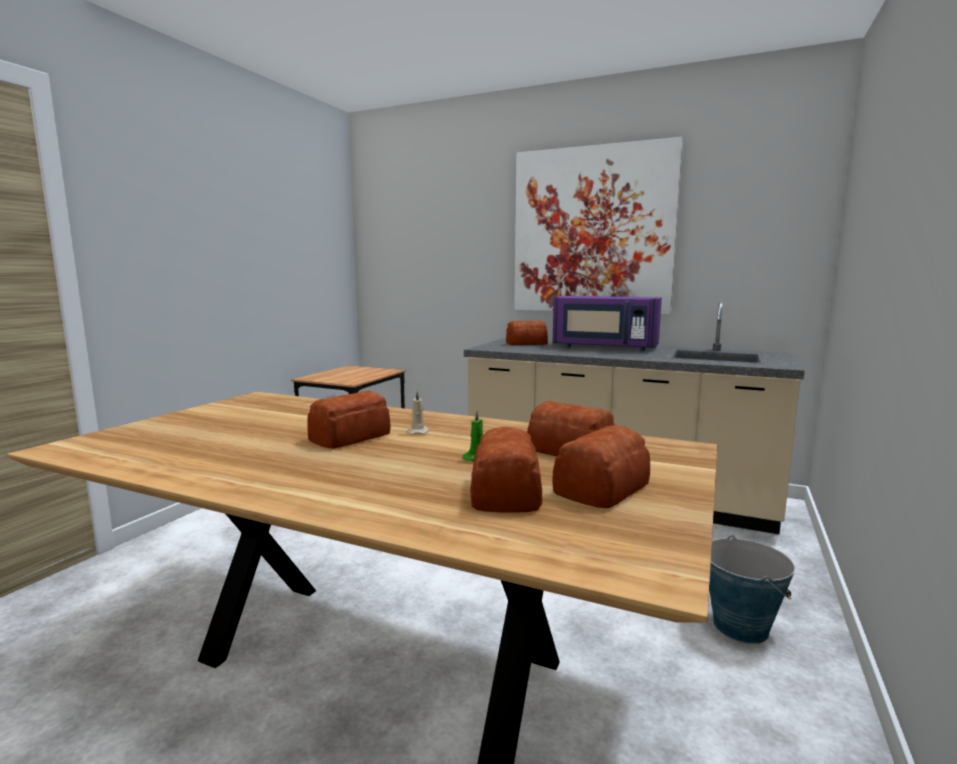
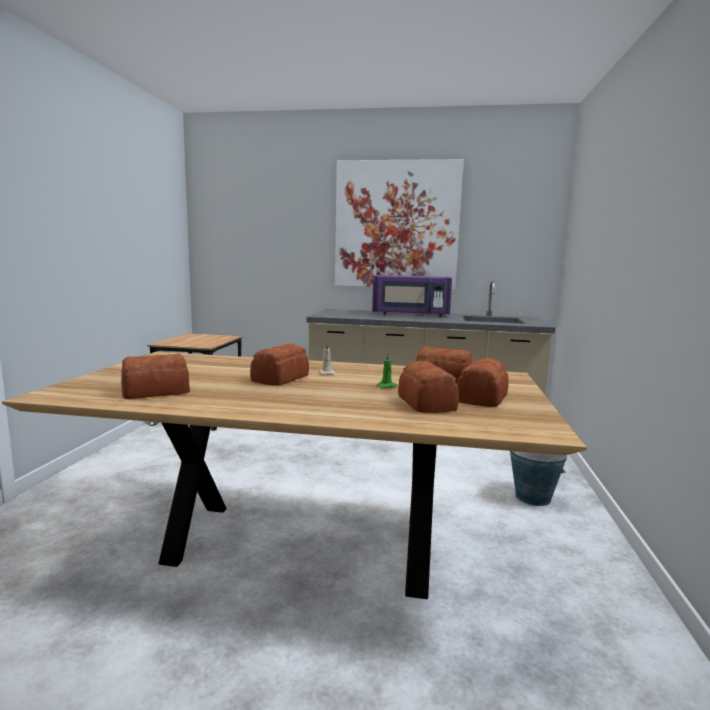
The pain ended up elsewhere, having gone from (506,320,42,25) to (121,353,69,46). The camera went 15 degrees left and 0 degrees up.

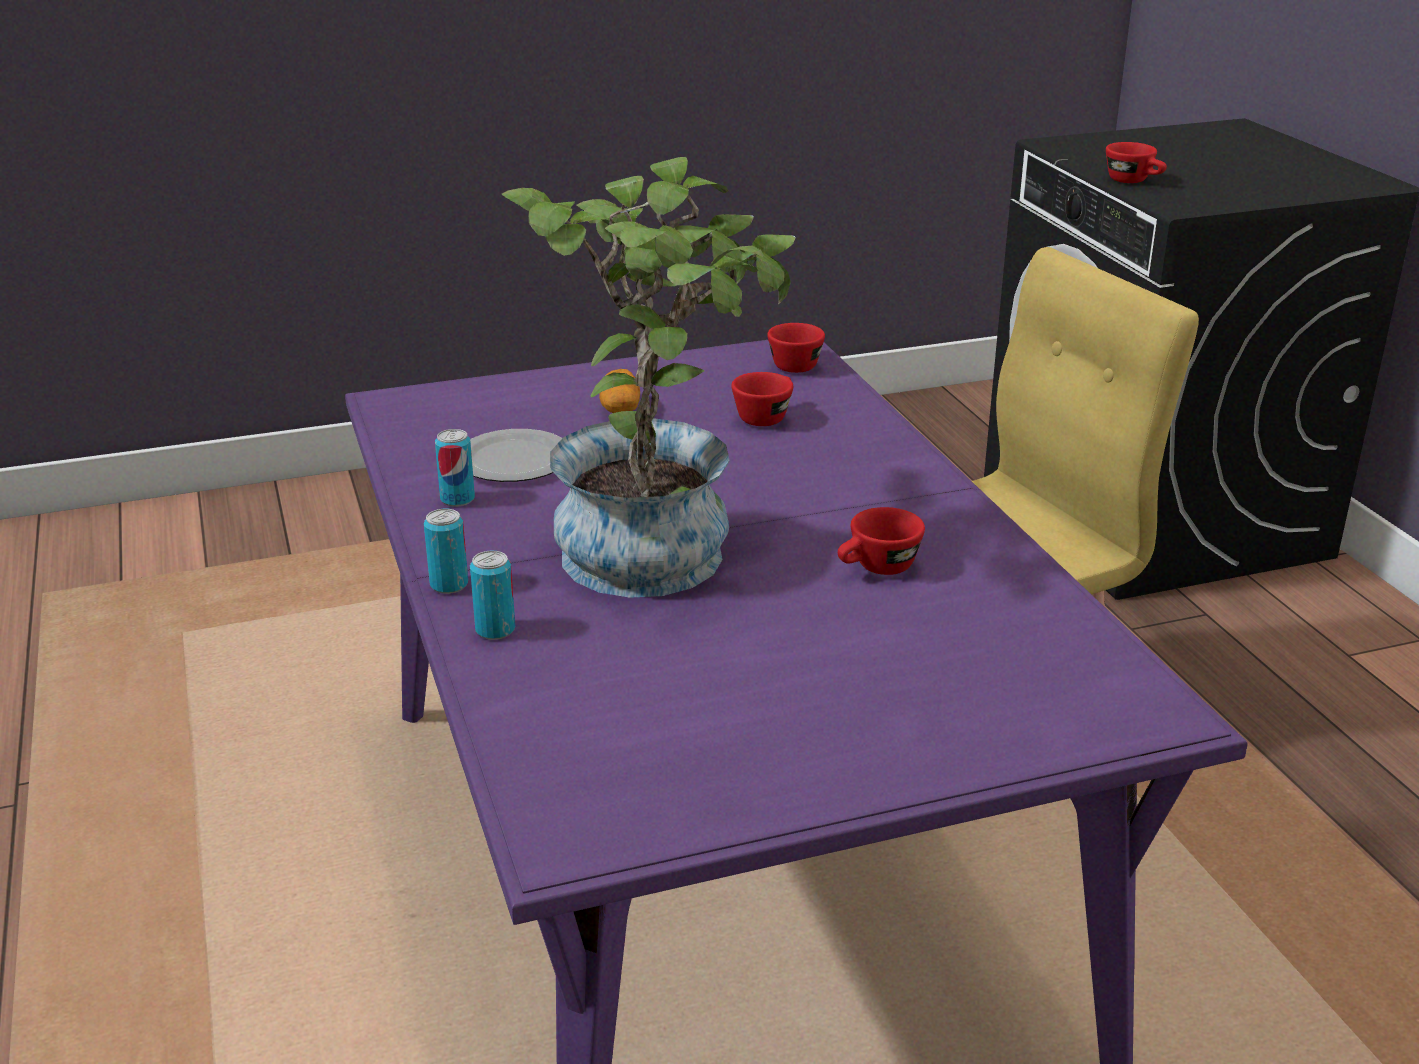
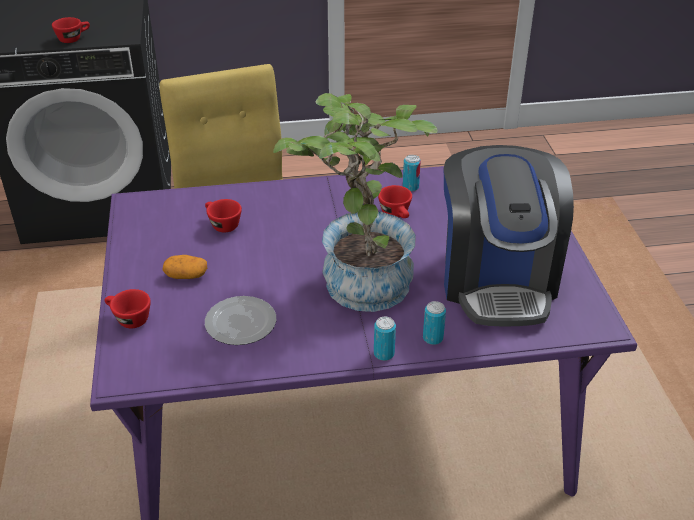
The boîte métallique ended up elsewhere, having gone from (435,429,40,78) to (403,155,18,36). The tasse [rouge] ended up elsewhere, having gone from (767,323,58,50) to (104,289,47,39). The second view gained the machine à café at (444,145,130,181). The camera went 80 degrees left and 10 degrees up.

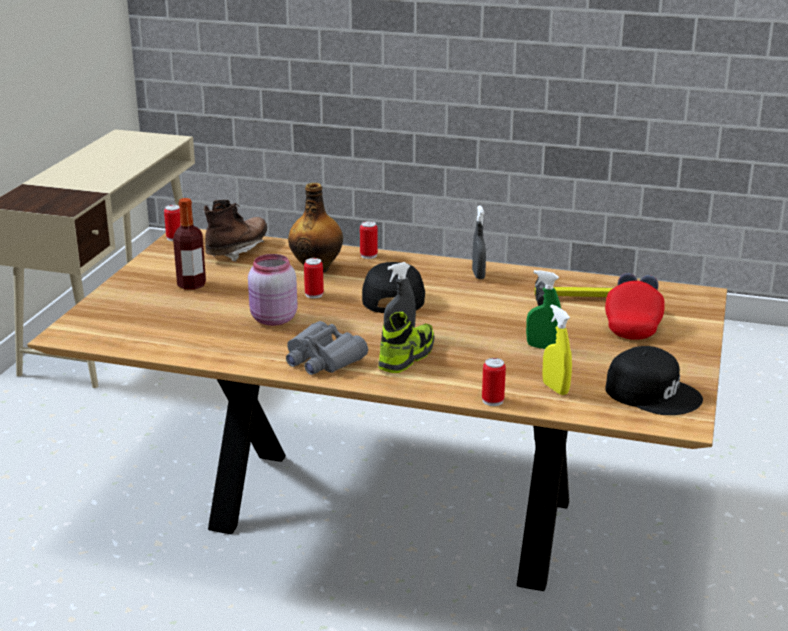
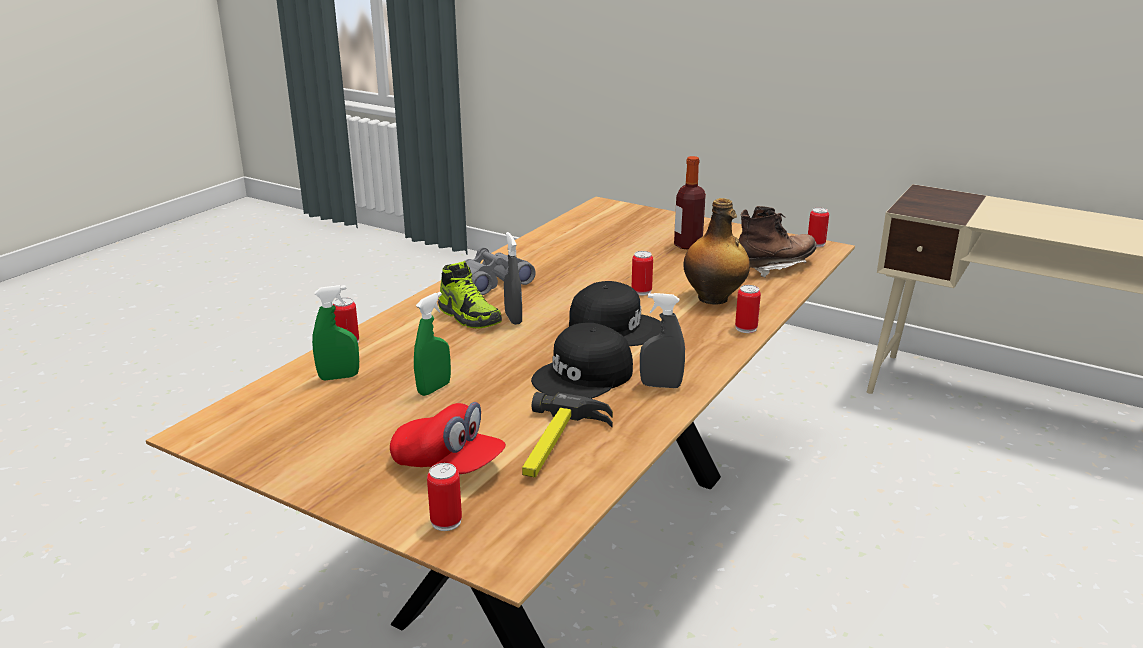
The botte [marron] at (204,200,63,62) ended up facing another way, 75 degrees counterclockwise from before. The second view lost the bocal [rose] at (248,254,49,72). What was the vaporisateur [jaune] at (542,304,30,91) turned into the vaporisateur [vert] at (312,285,47,95). The casquette [noir] ended up elsewhere, having gone from (605,346,98,69) to (531,323,102,76). The second view gained the boîte métallique at (427,463,35,68). The camera went 105 degrees right and 0 degrees up.

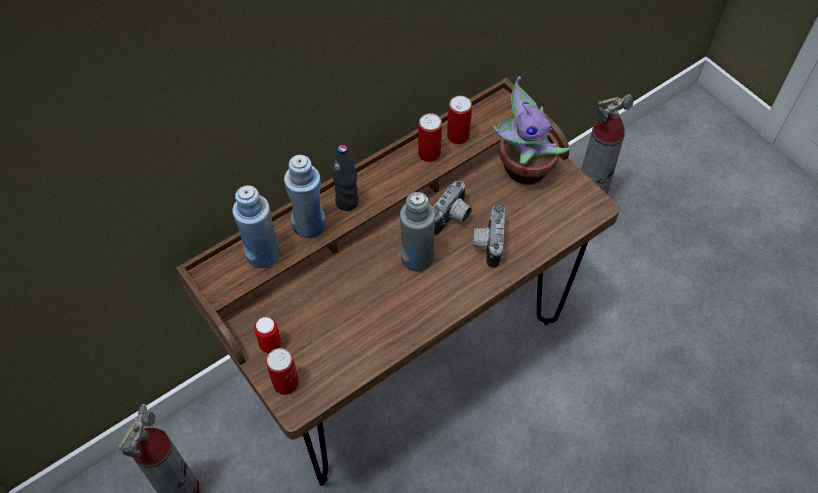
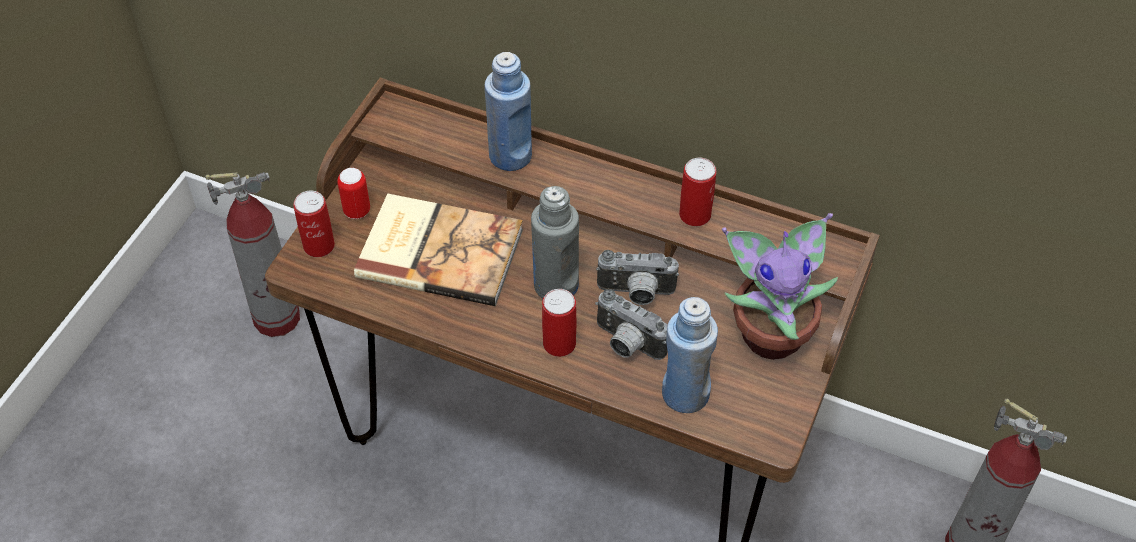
The bouteille [bleu] ended up elsewhere, having gone from (232,185,48,83) to (662,297,56,116). The second view lost the bouteille [noir] at (332,145,27,66). The boîte métallique ended up elsewhere, having gone from (447,96,25,48) to (542,289,34,68). The appareil photo at (472,204,33,64) ended up facing another way, 120 degrees counterclockwise from before. The second view gained the livre at (354,193,169,113). The camera went 60 degrees right and 5 degrees down.

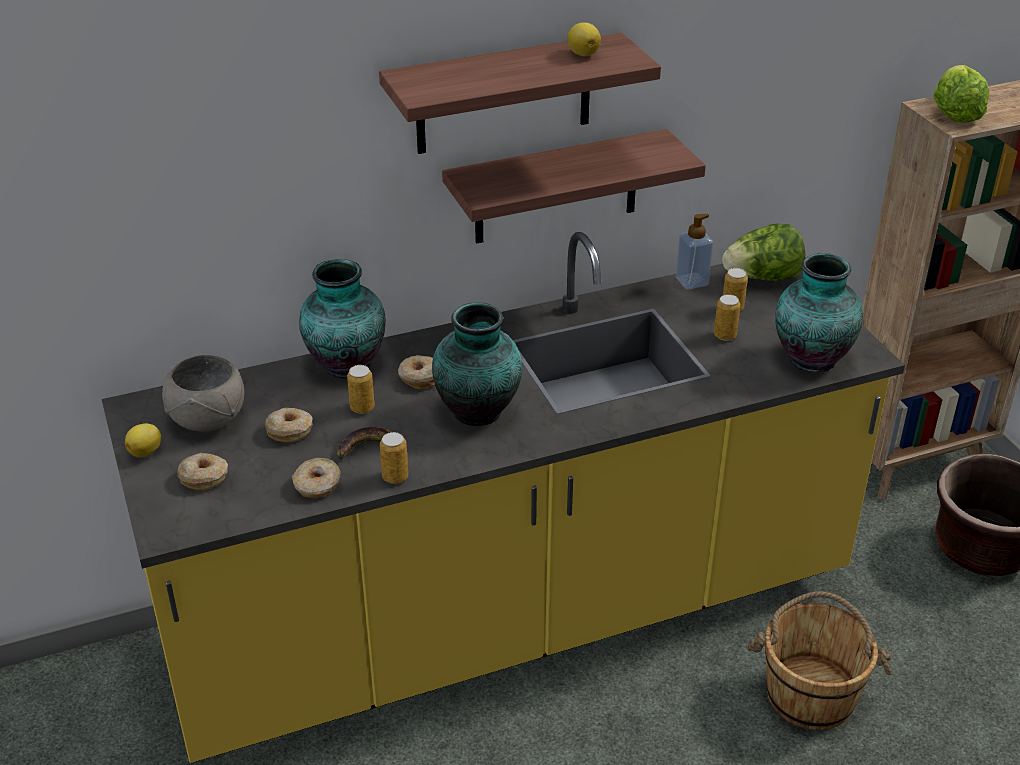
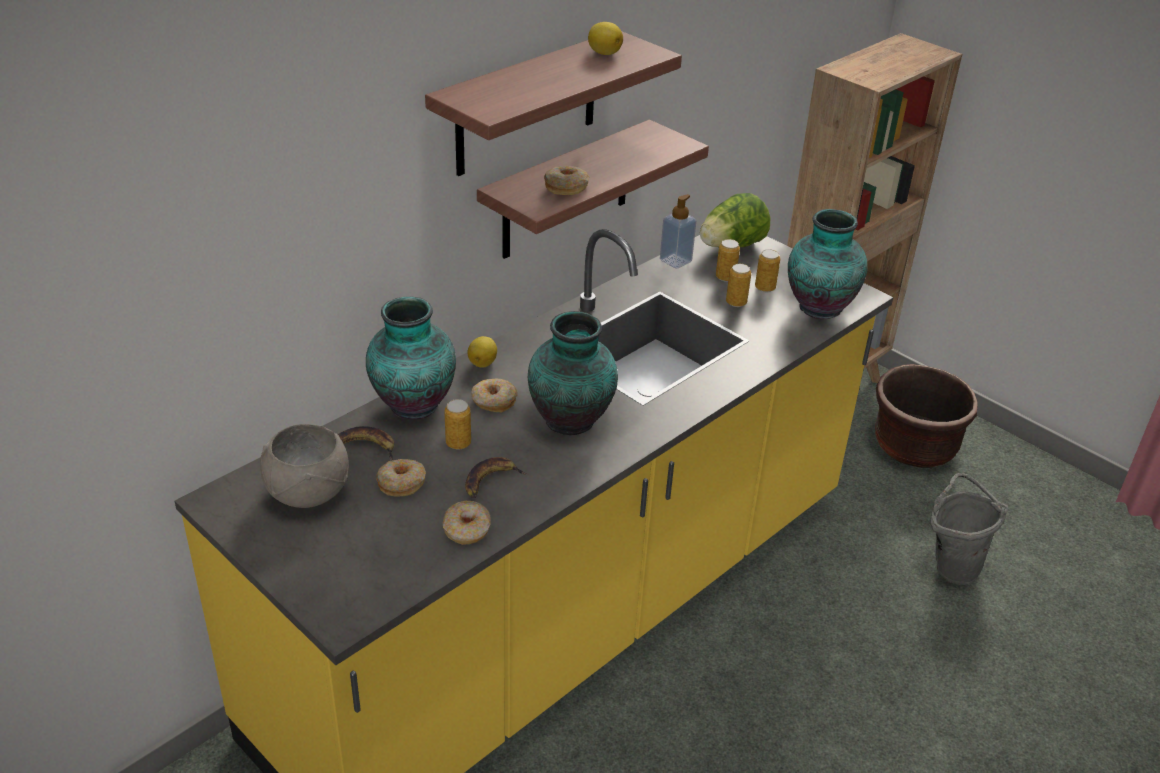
The citron ended up elsewhere, having gone from (125,423,36,35) to (467,336,30,32). The beignet ended up elsewhere, having gone from (177,453,51,37) to (544,165,45,30). The boîte métallique ended up elsewhere, having gone from (380,432,28,52) to (755,249,25,43). The second view lost the seau [marron] at (746,591,146,139). The second view lost the laitue at (934,65,55,58). The second view gained the banane at (338,426,56,34). The second view gained the seau [gris] at (930,473,78,112). The camera went 25 degrees left and 0 degrees up.

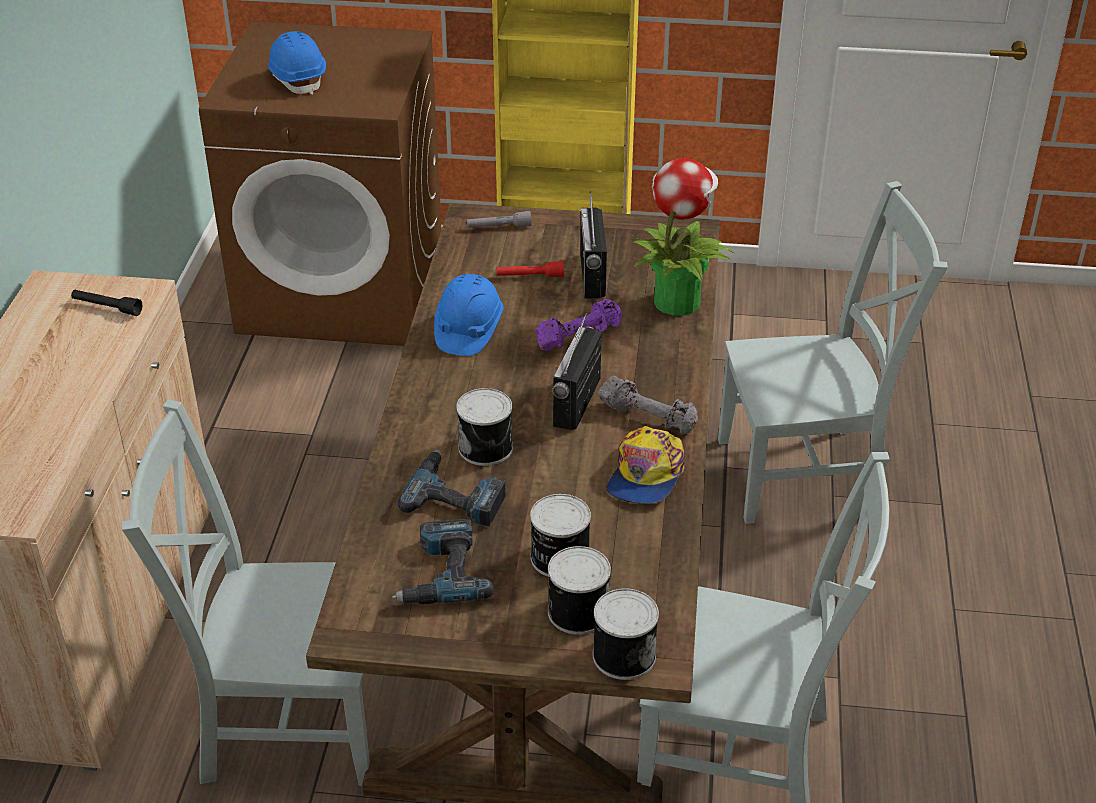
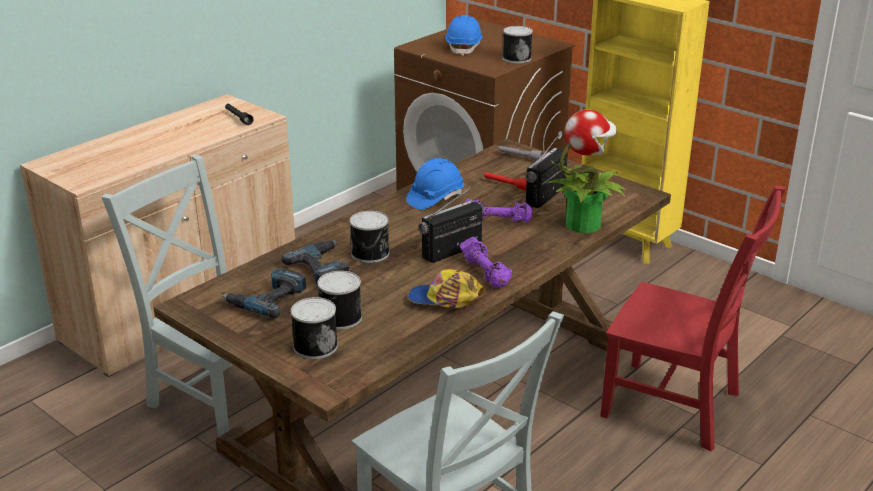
The boîte métallique ended up elsewhere, having gone from (593,588,66,92) to (502,26,31,37). What was the haltère [gris] at (598,375,100,60) turned into the haltère [violet] at (459,237,53,51). The casquette at (606,426,79,78) ended up facing another way, 45 degrees clockwise from before. What was the chaise [gris] at (718,181,230,343) turned into the chaise [rouge] at (600,185,186,267). The camera went 35 degrees right and 10 degrees down.

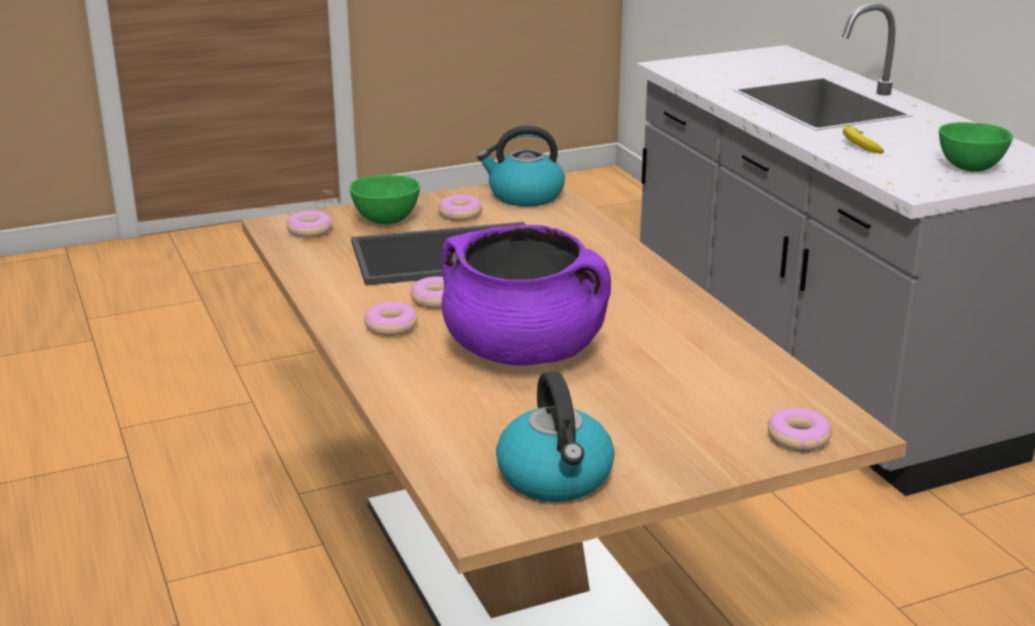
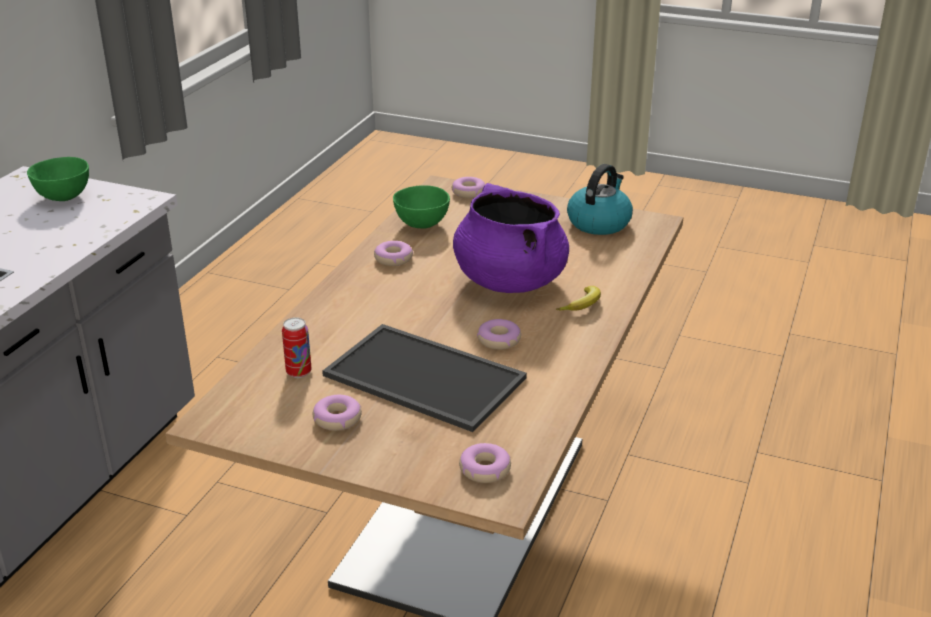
The bol [vert] ended up elsewhere, having gone from (349,175,71,50) to (393,185,57,44). The beignet ended up elsewhere, having gone from (364,302,54,34) to (374,241,39,25). The second view lost the bouilloire at (477,125,88,82). The banane ended up elsewhere, having gone from (843,126,41,28) to (556,286,45,25). The second view gained the boîte métallique at (282,317,29,61). The camera went 135 degrees left and 5 degrees up.

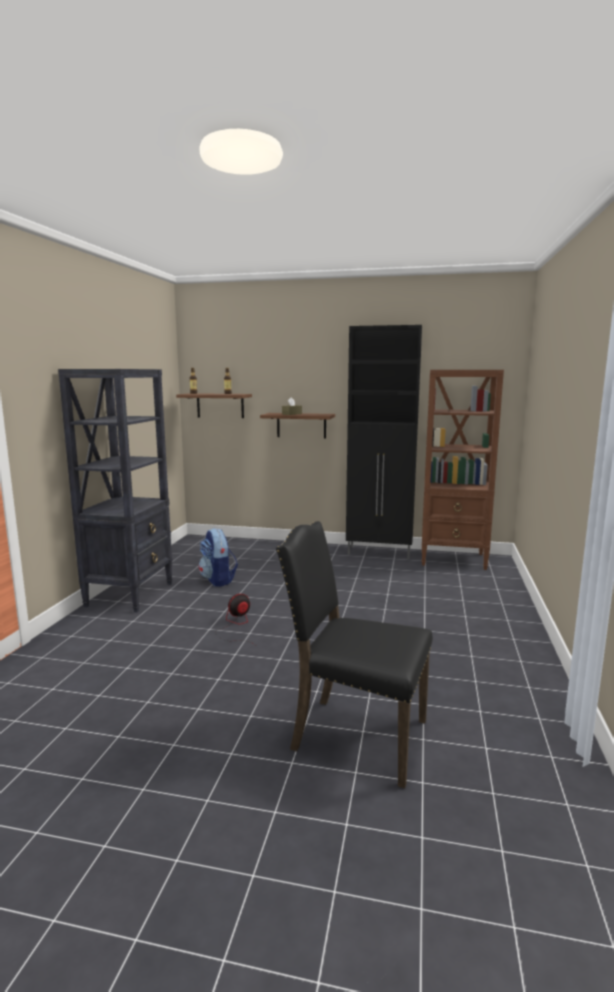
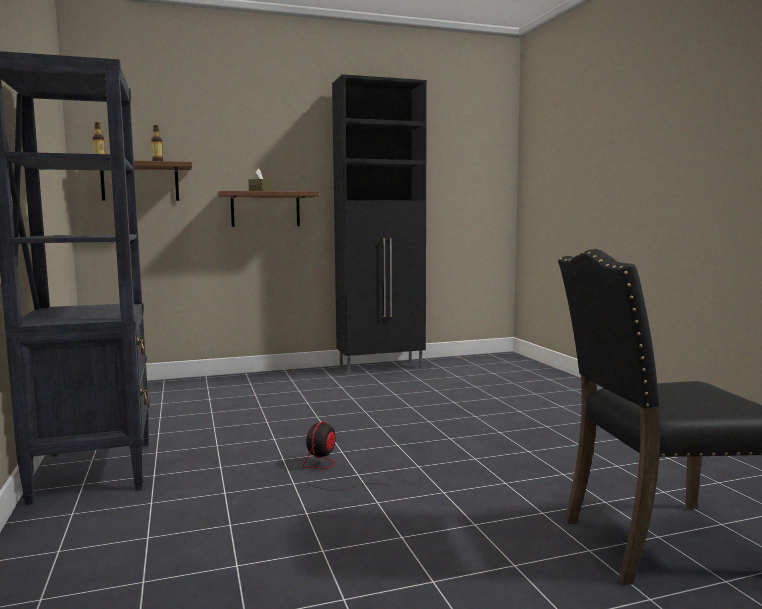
The second view lost the sac à dos at (199,528,39,59). The second view lost the bibliothèque [marron] at (421,370,83,200). The camera went 30 degrees left and 5 degrees down.

